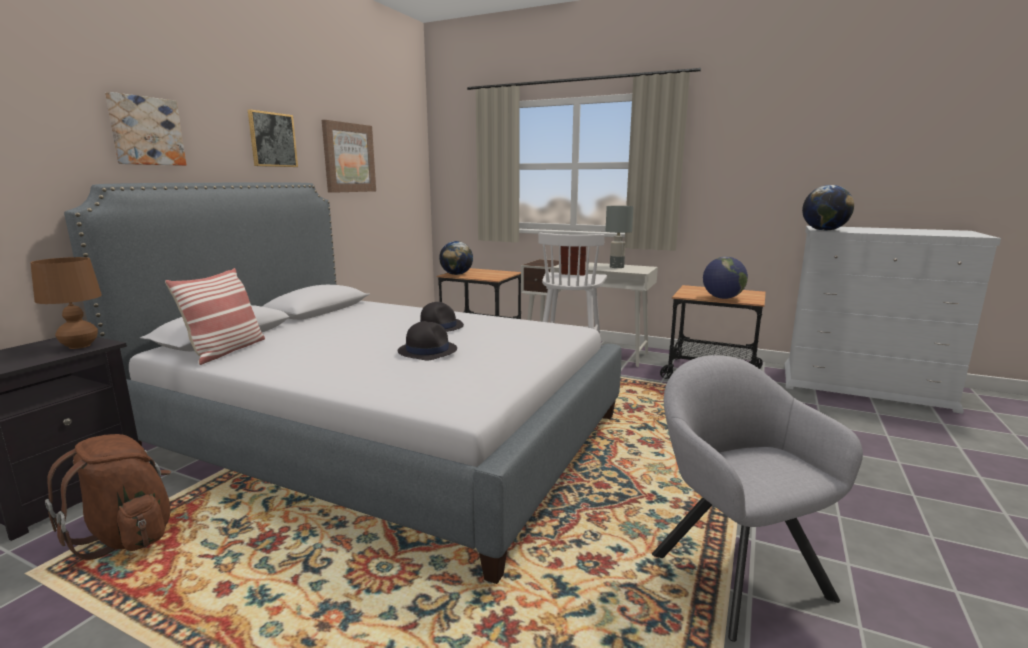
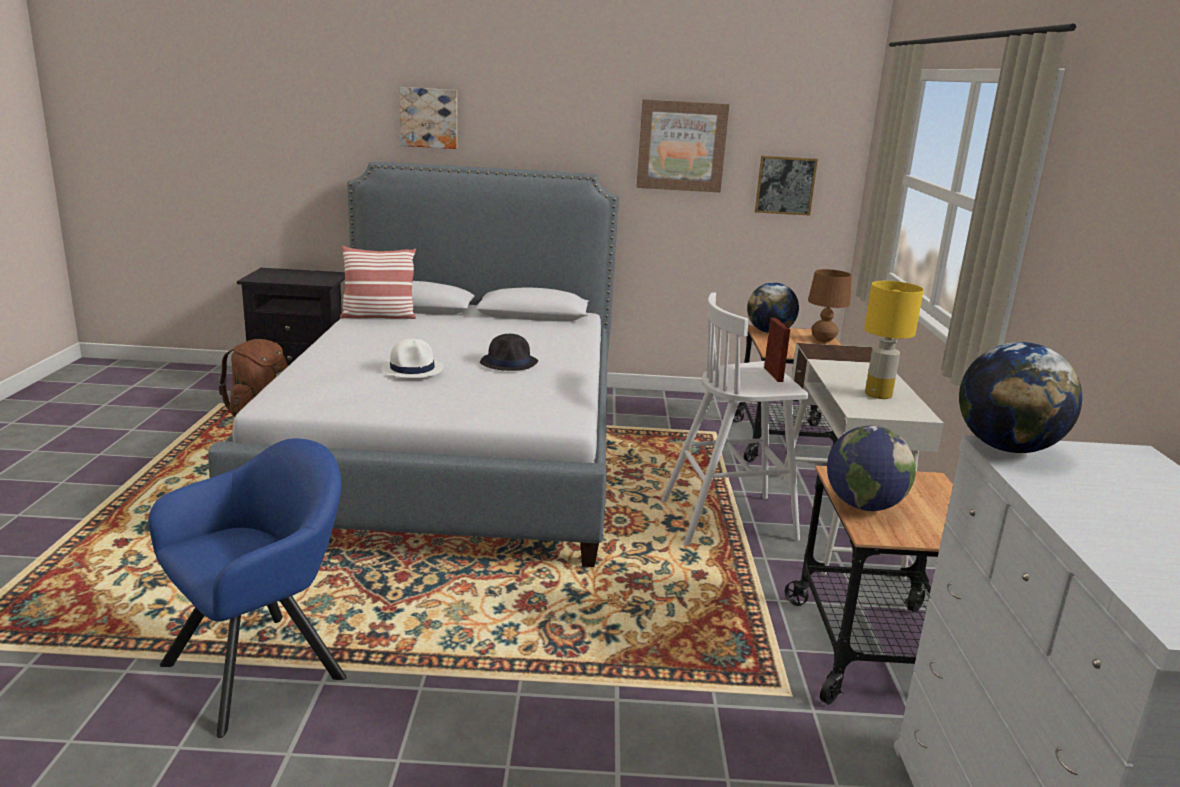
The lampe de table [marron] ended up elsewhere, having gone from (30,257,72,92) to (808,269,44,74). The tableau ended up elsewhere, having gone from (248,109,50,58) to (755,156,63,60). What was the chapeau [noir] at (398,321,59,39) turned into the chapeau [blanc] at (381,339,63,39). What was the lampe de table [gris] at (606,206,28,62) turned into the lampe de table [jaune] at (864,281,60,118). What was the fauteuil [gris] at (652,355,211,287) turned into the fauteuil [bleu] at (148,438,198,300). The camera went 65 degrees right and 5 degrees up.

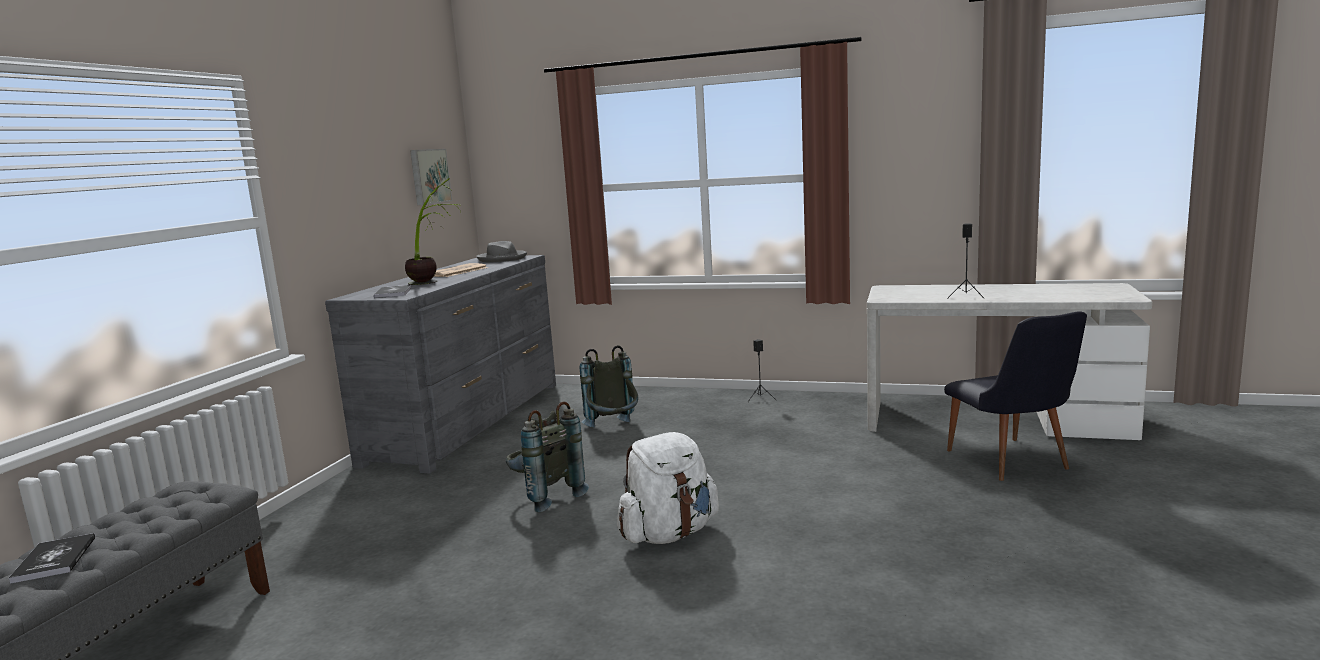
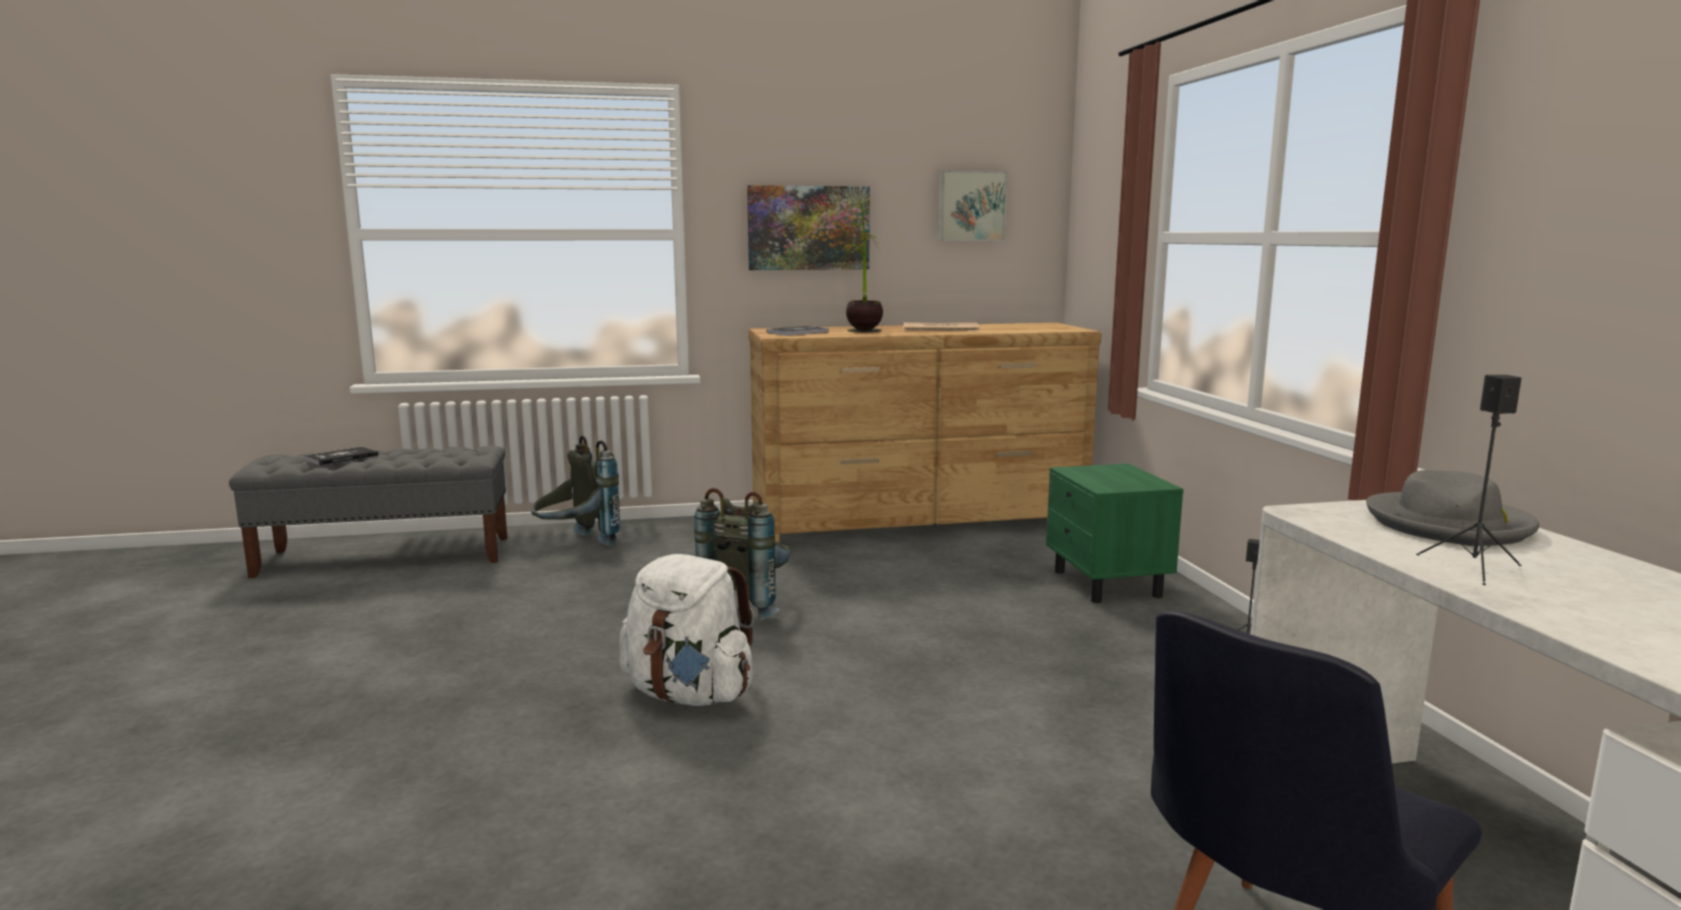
What was the commode [gris] at (325,255,231,218) turned into the commode [marron] at (748,323,354,220). The chapeau [gris] ended up elsewhere, having gone from (476,241,51,21) to (1366,470,173,76). The sac à dos [gris] ended up elsewhere, having gone from (580,345,58,83) to (531,435,89,111). The second view gained the tableau at (747,185,123,85). The second view gained the table de chevet [vert] at (1046,464,137,139). The camera went 60 degrees right and 0 degrees up.

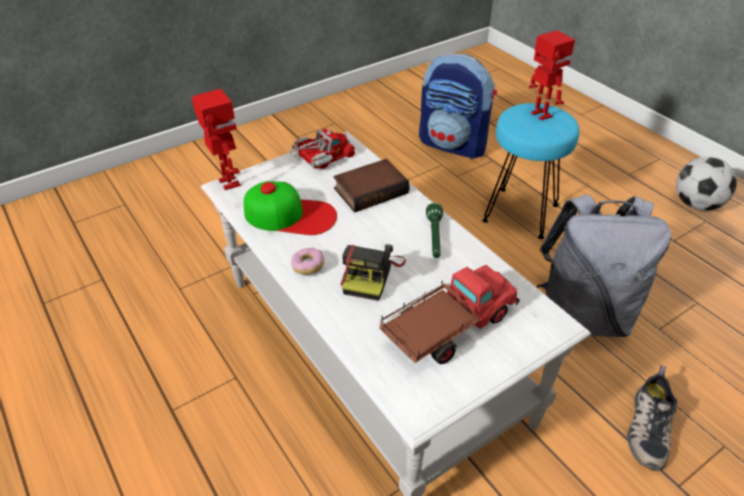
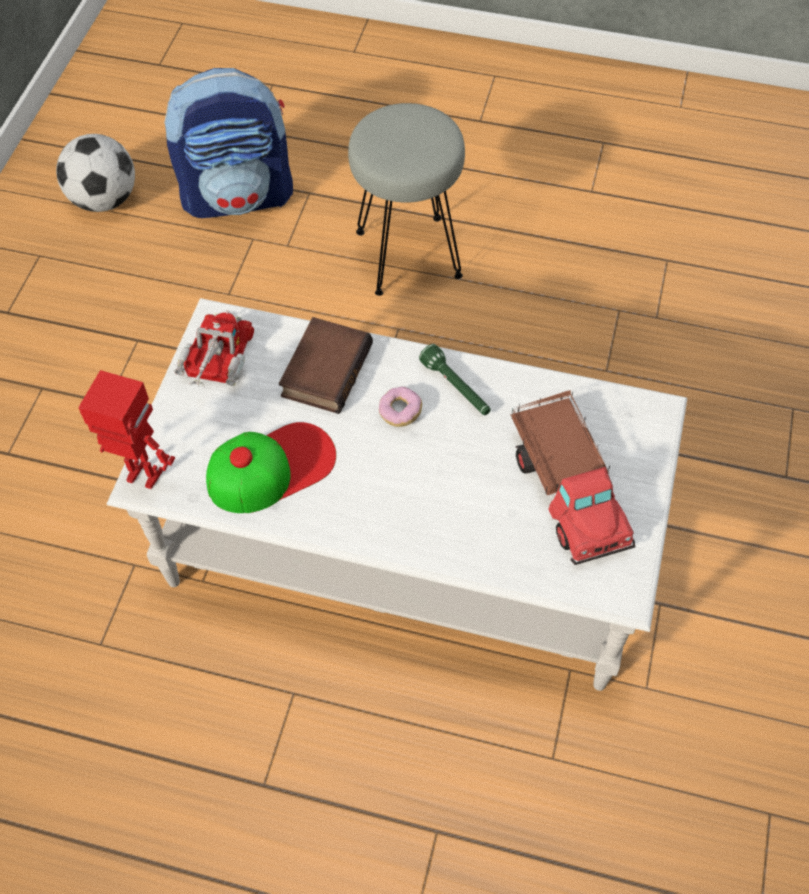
The beignet ended up elsewhere, having gone from (291,248,33,27) to (379,387,43,40). The second view lost the appareil photo at (341,244,65,57). The camion jouet at (379,265,141,99) ended up facing another way, 150 degrees clockwise from before. What was the tabouret [turquoise] at (482,103,97,136) turned into the tabouret [gris] at (348,103,117,193). The second view lost the robot jouet at (529,30,46,90). The second view lost the sac à dos [gris] at (536,194,135,143). The second view lost the chaussure at (627,365,50,106). The ballon de foot ended up elsewhere, having gone from (676,157,61,54) to (56,134,79,78). The camera went 40 degrees left and 15 degrees up.

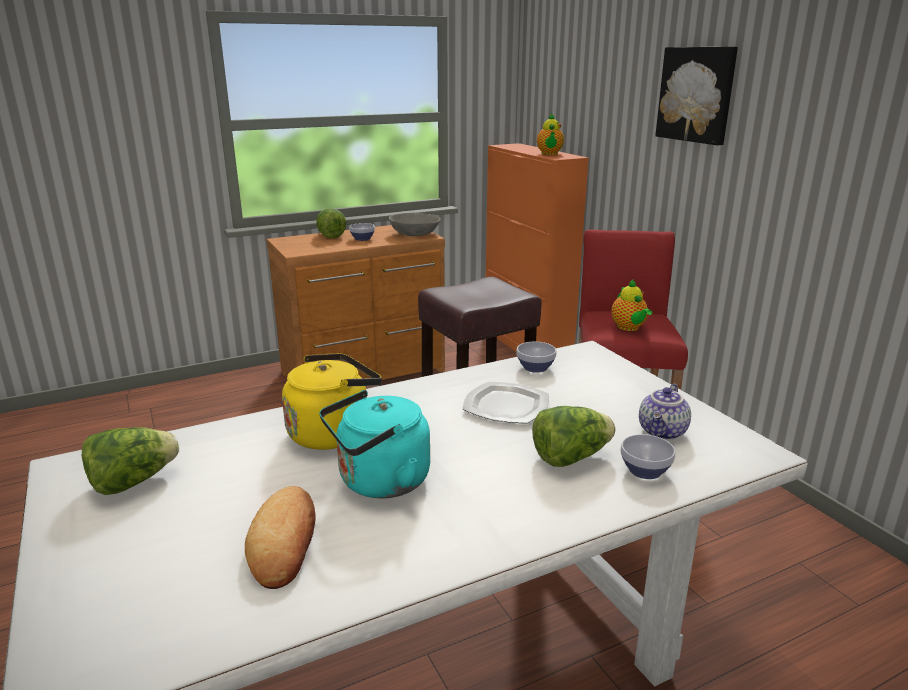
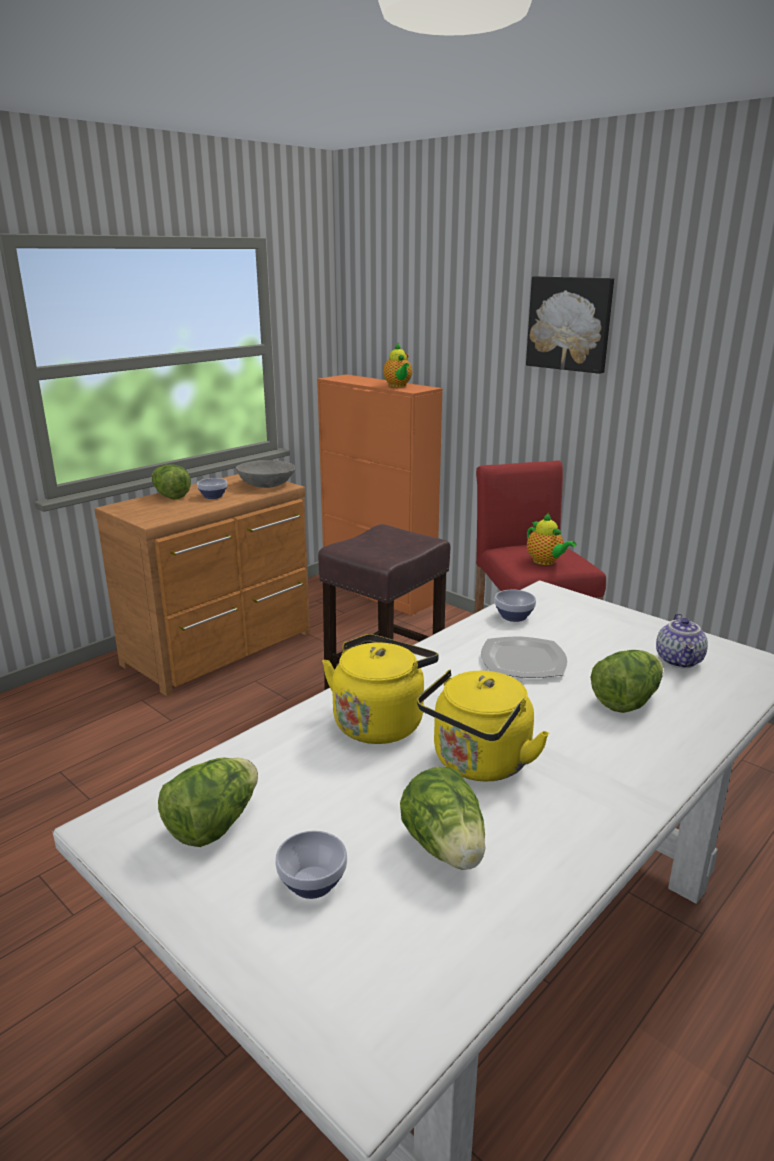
Where the pain stood at (245,486,71,103), the laitue came to stand at (400,767,85,103). What was the bouilloire [turquoise] at (319,390,111,109) turned into the bouilloire [jaune] at (417,669,132,112). The bol ended up elsewhere, having gone from (621,434,55,45) to (275,830,72,69). The camera went 20 degrees left and 0 degrees up.

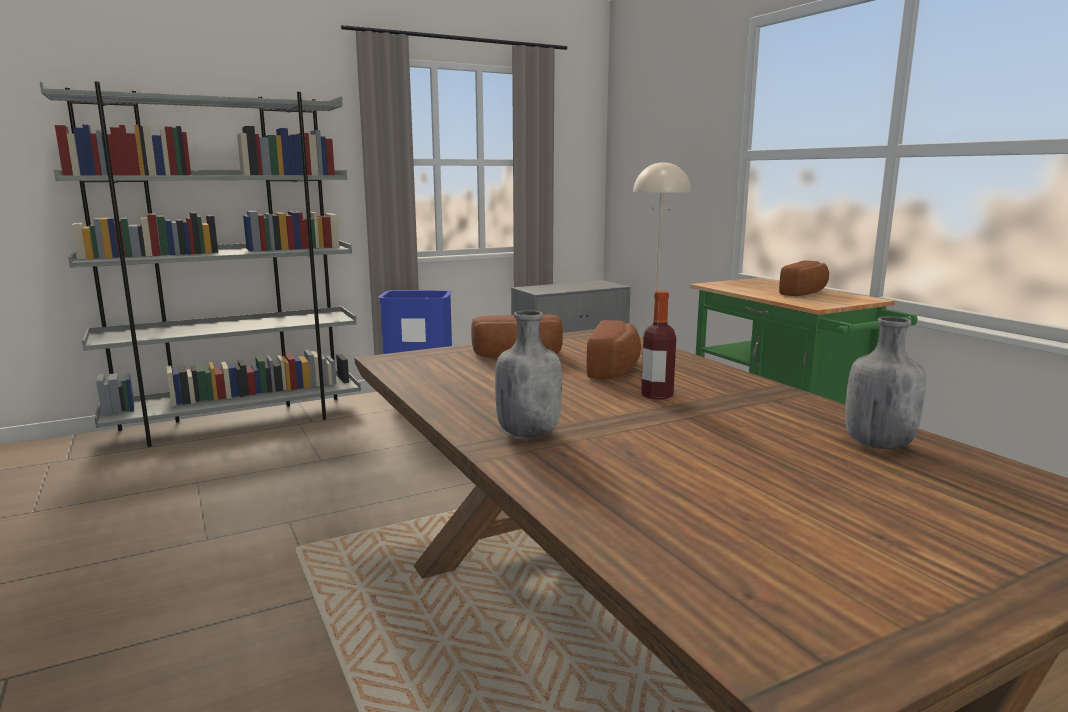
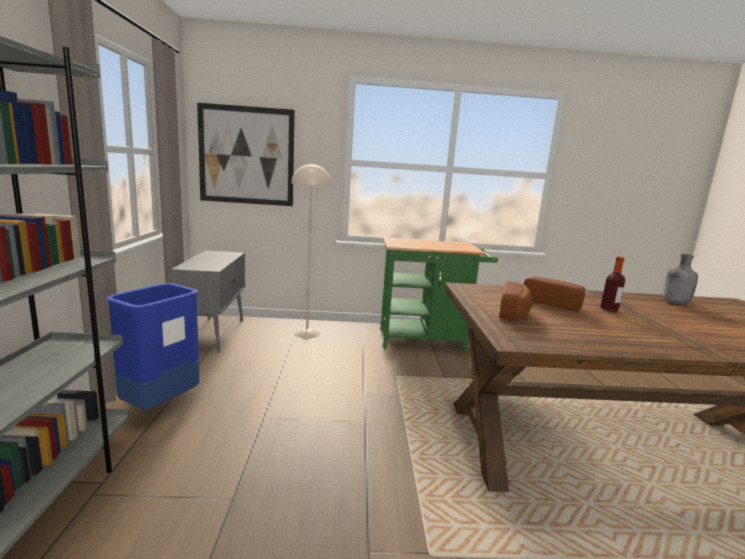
The second view lost the bouteille [gris] at (495,310,67,127). The second view lost the pain at (779,261,50,35). The second view gained the tableau at (197,103,98,103). The camera went 65 degrees left and 0 degrees up.

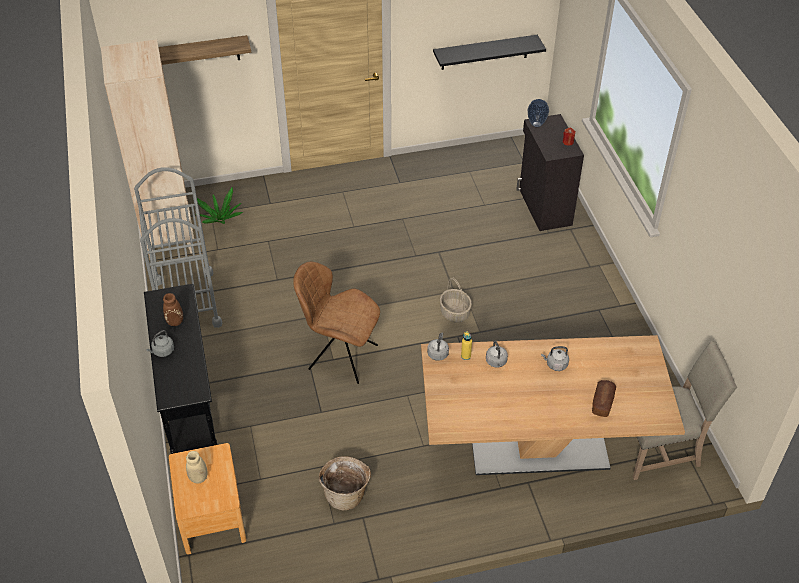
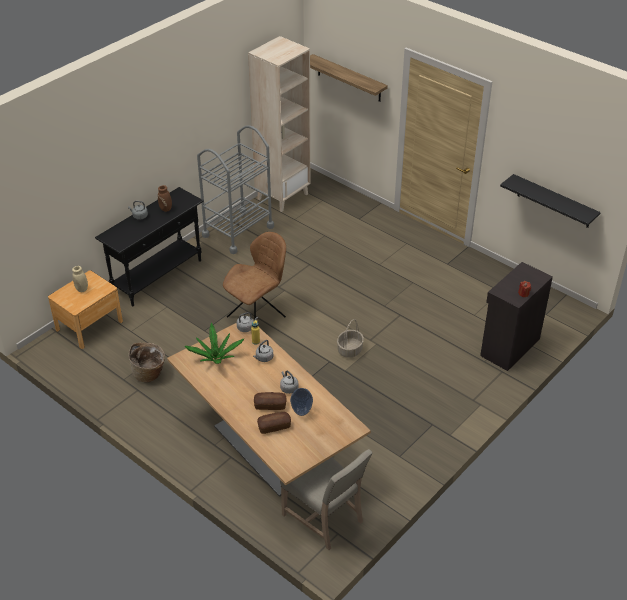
The plante en pot ended up elsewhere, having gone from (197,187,46,37) to (184,323,61,41). The chaise [marron] at (293,261,87,123) ended up facing another way, 60 degrees clockwise from before. The vase ended up elsewhere, having gone from (528,99,21,28) to (290,388,23,28). The second view gained the pain at (254,392,33,18). The camera went 55 degrees right and 5 degrees down.

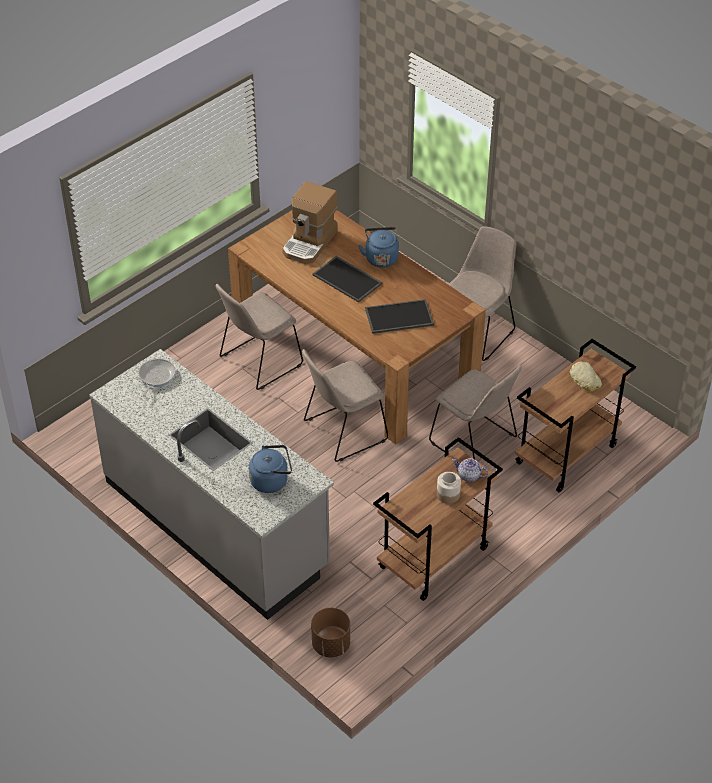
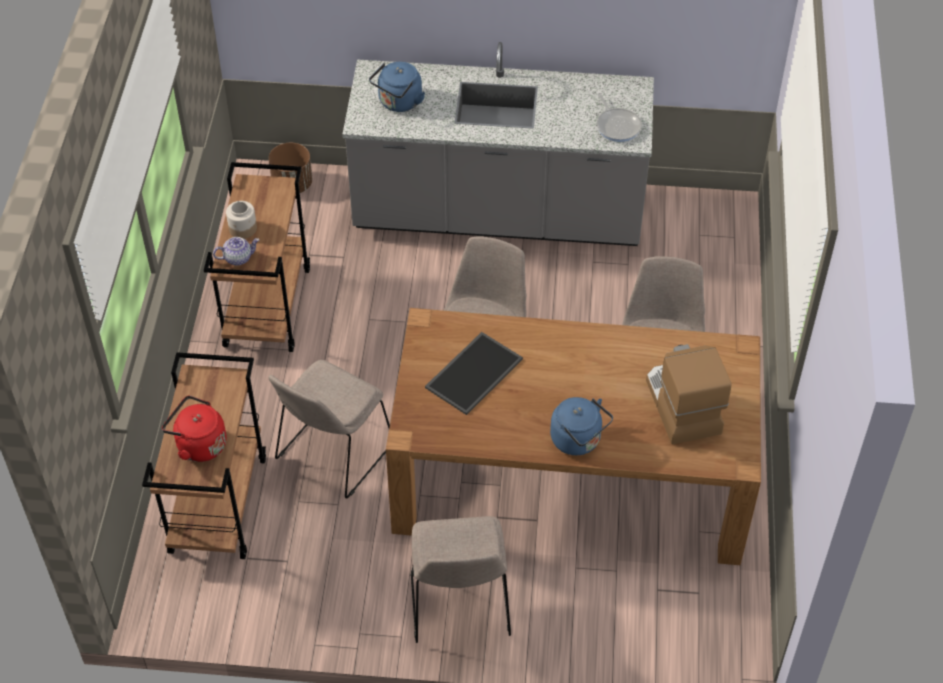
The second view lost the plateau at (313,256,69,47). The chaise [beige] at (429,365,93,94) ended up facing another way, 60 degrees counterclockwise from before. Where the pain stood at (569,361,33,31), the bouilloire [rouge] came to stand at (162,395,65,67). The camera went 140 degrees right and 5 degrees up.

